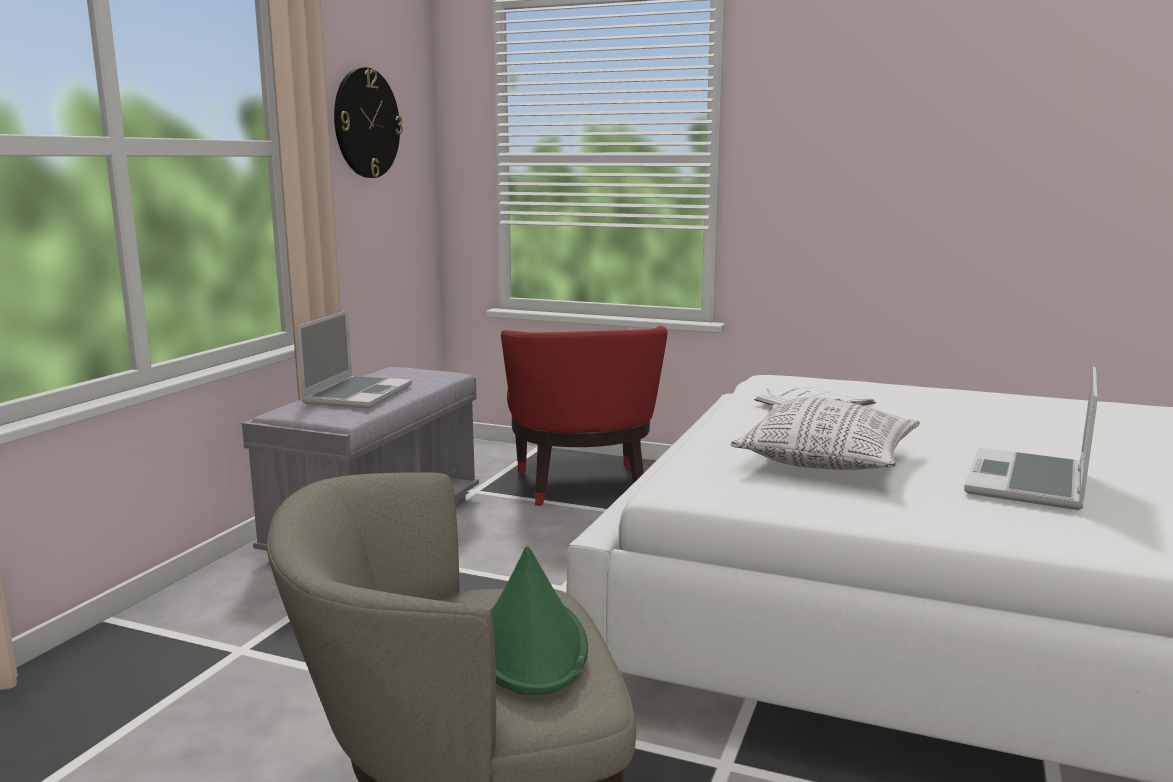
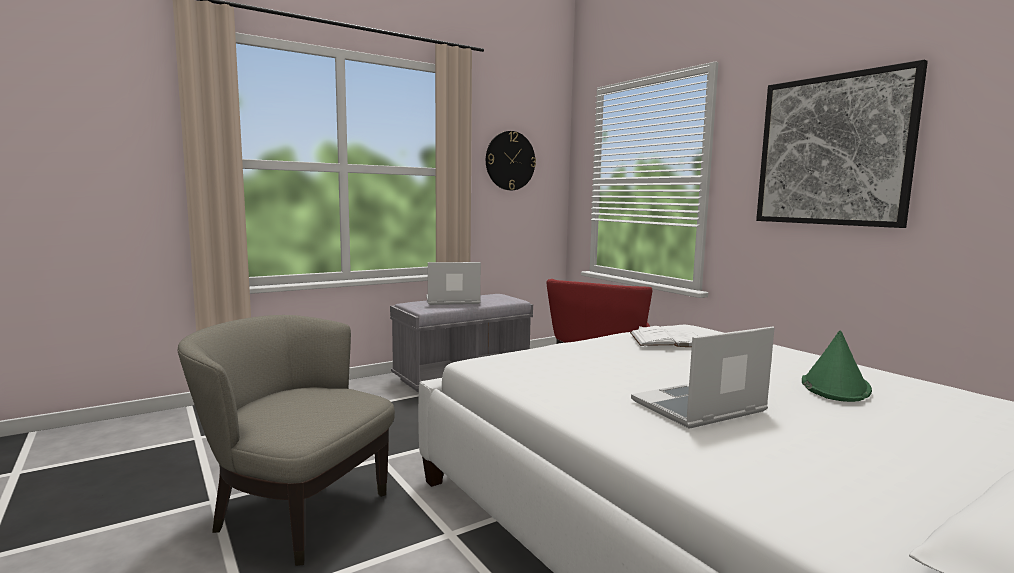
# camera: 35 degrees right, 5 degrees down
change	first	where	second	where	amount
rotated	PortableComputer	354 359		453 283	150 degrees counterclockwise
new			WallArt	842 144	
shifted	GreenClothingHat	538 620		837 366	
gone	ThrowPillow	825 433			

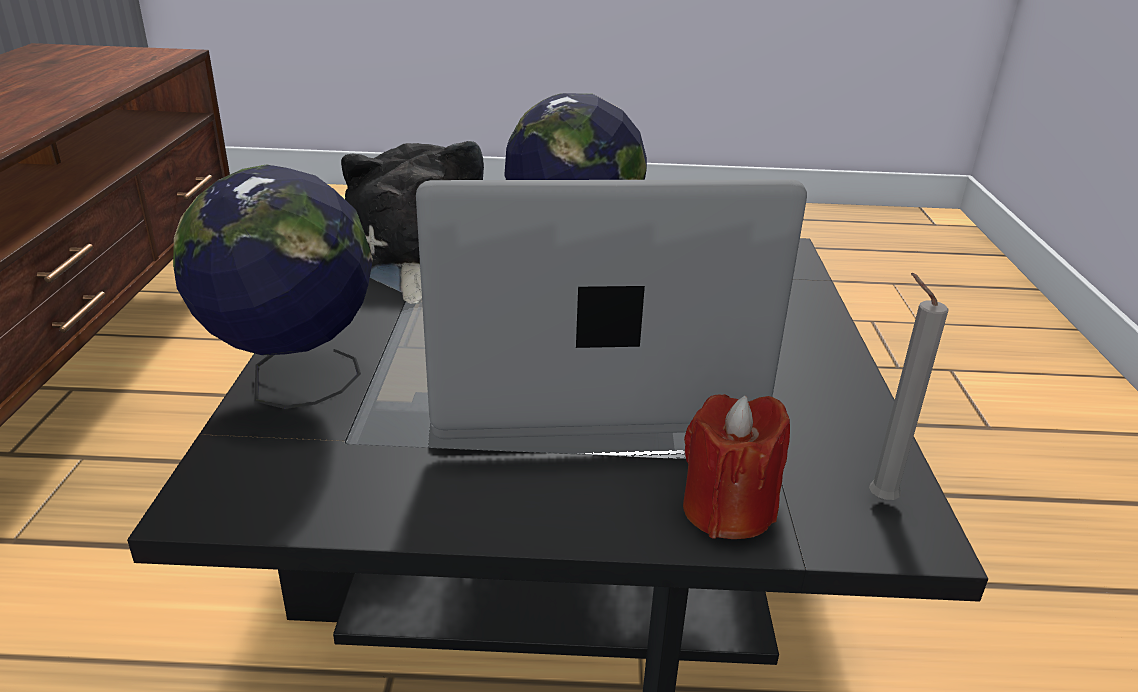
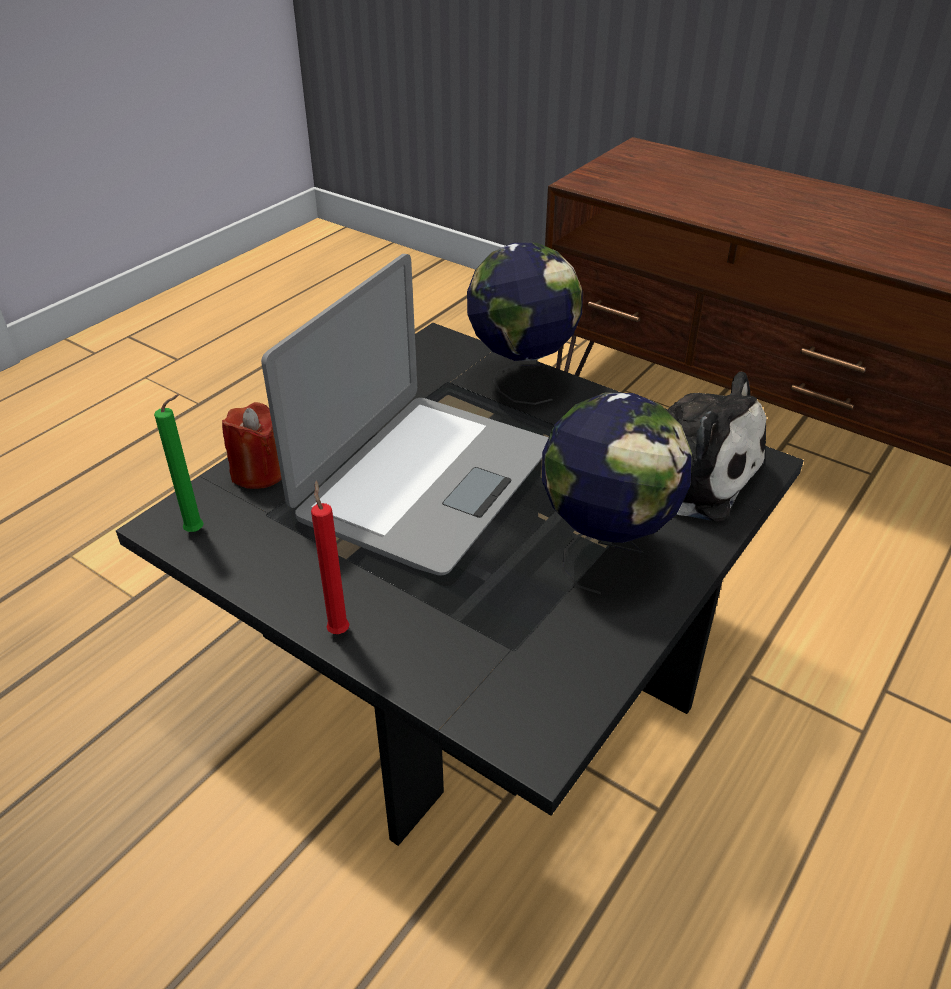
# camera: 125 degrees right, 10 degrees up
change	first	where	second	where	amount
repainted	GrayWaxCandle	909 387	GreenWaxCandle	179 463	
new			ReddishWaxCandle	330 557	

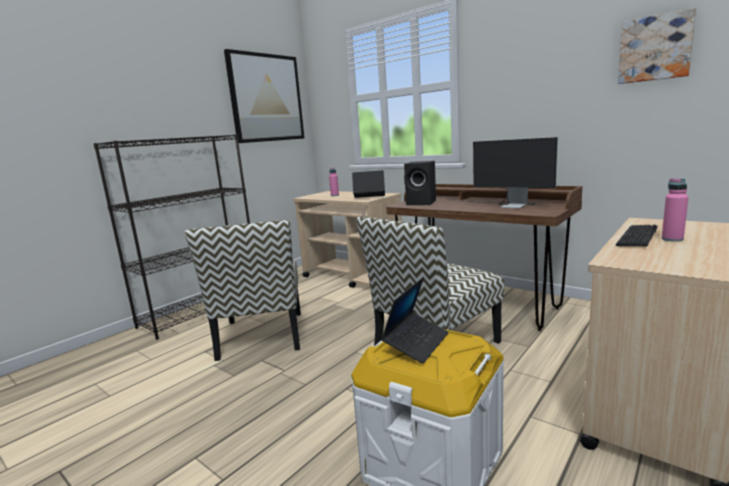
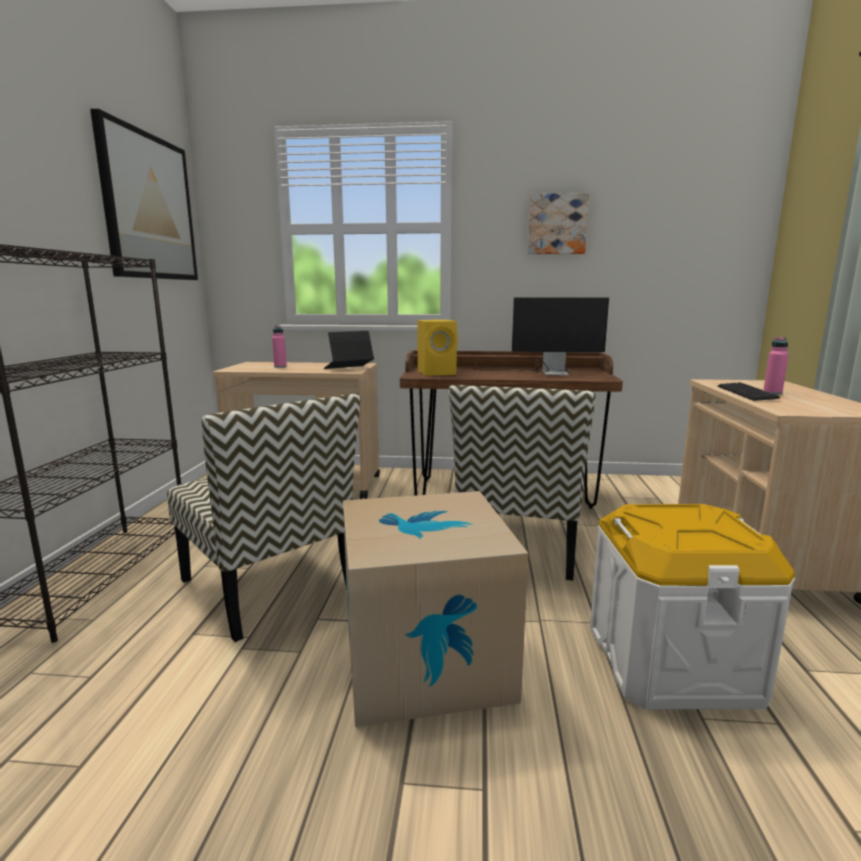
# camera: 35 degrees left, 0 degrees up
change	first	where	second	where	amount
new			CardboardBox	435 609	
repainted	BlackishSpeaker	420 183	YellowishSpeaker	437 348	
shifted	WallArt	657 46		558 223	
gone	PortableComputer	415 321			

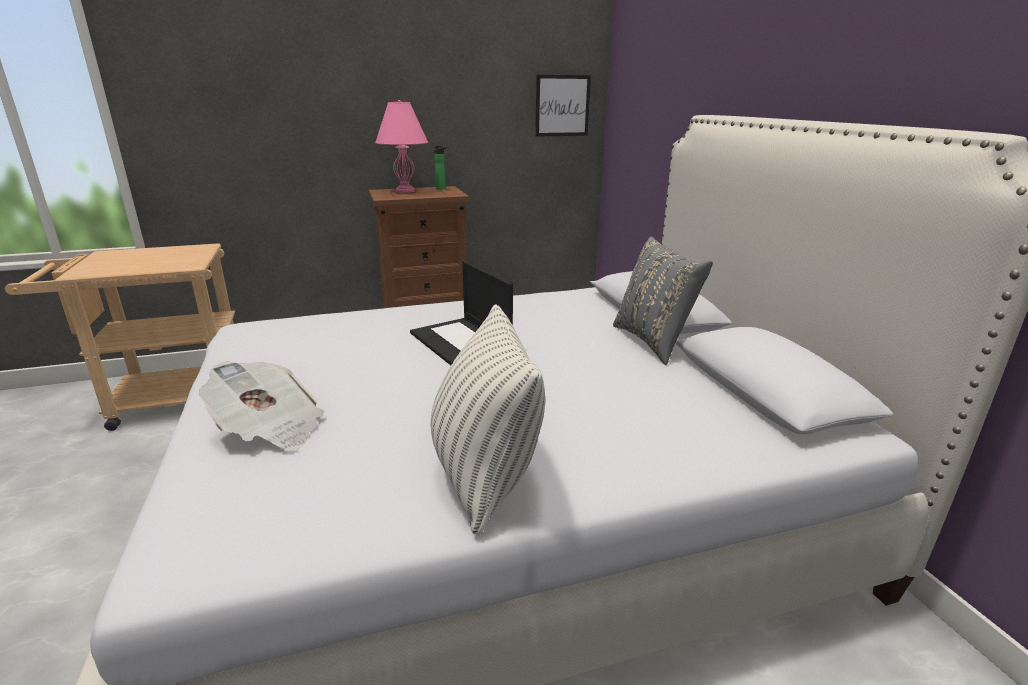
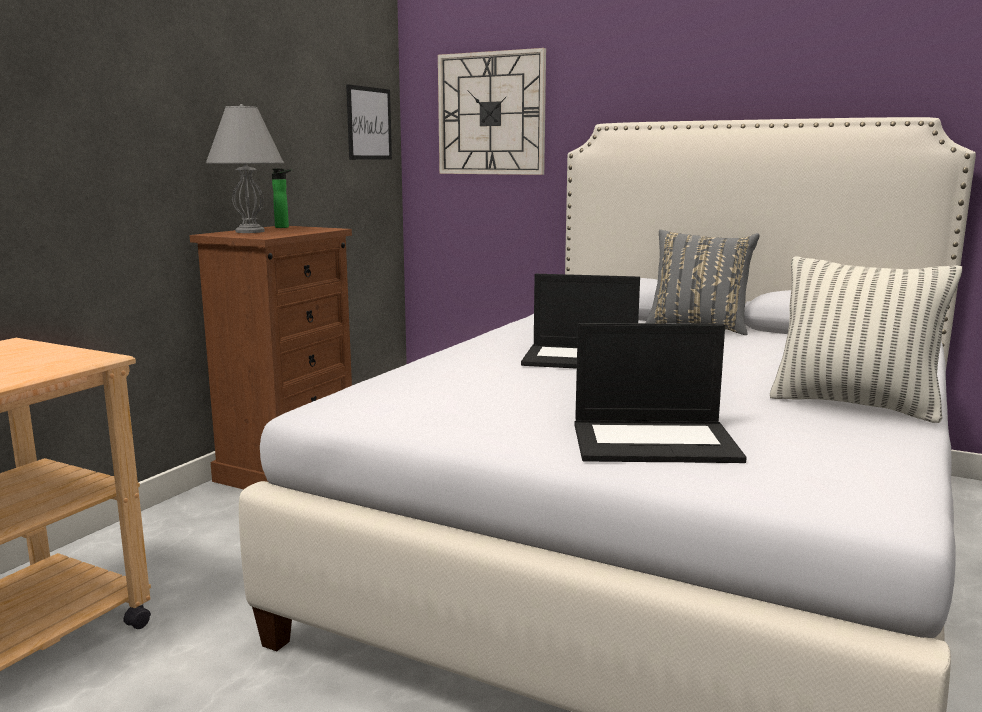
# camera: 45 degrees left, 10 degrees down
change	first	where	second	where	amount
repainted	PinkColouredLampForATable	401 146	GrayLampForATable	245 168	
new			WallClock	492 111	
swapped	PrintedPaper	261 406	PortableComputer	660 393	

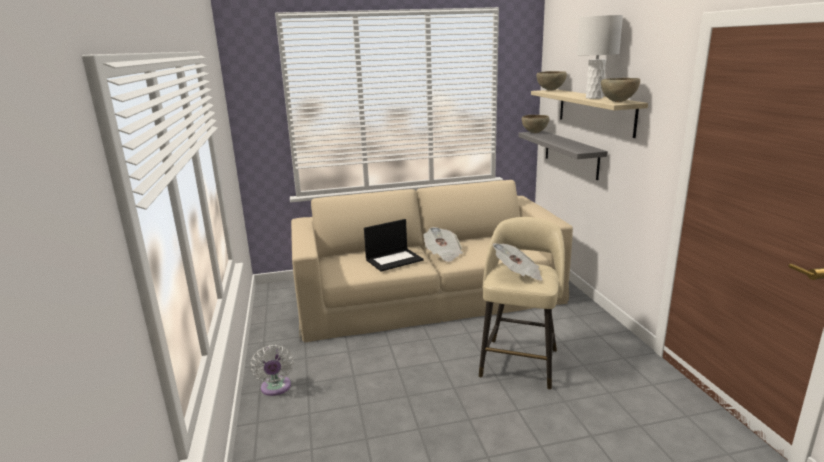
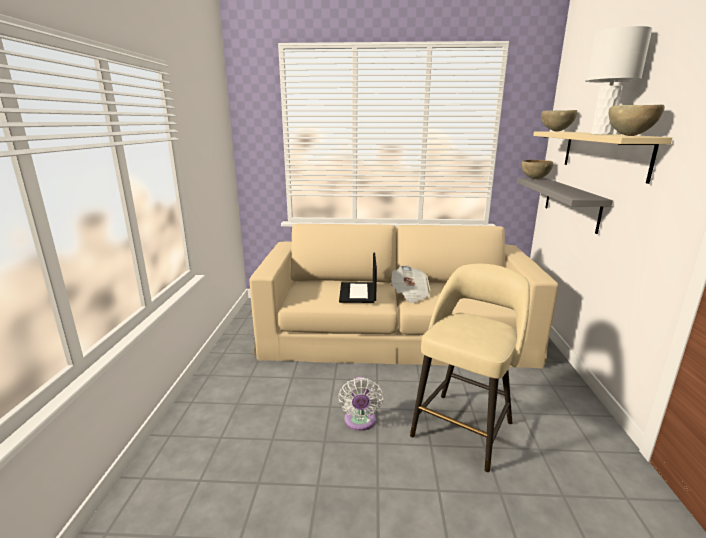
# camera: 15 degrees right, 0 degrees up
change	first	where	second	where	amount
shifted	WhitishElectricFan	272 370		360 404	
rotated	PortableComputer	394 245		358 278	105 degrees clockwise
gone	PrintedPaper	518 262			

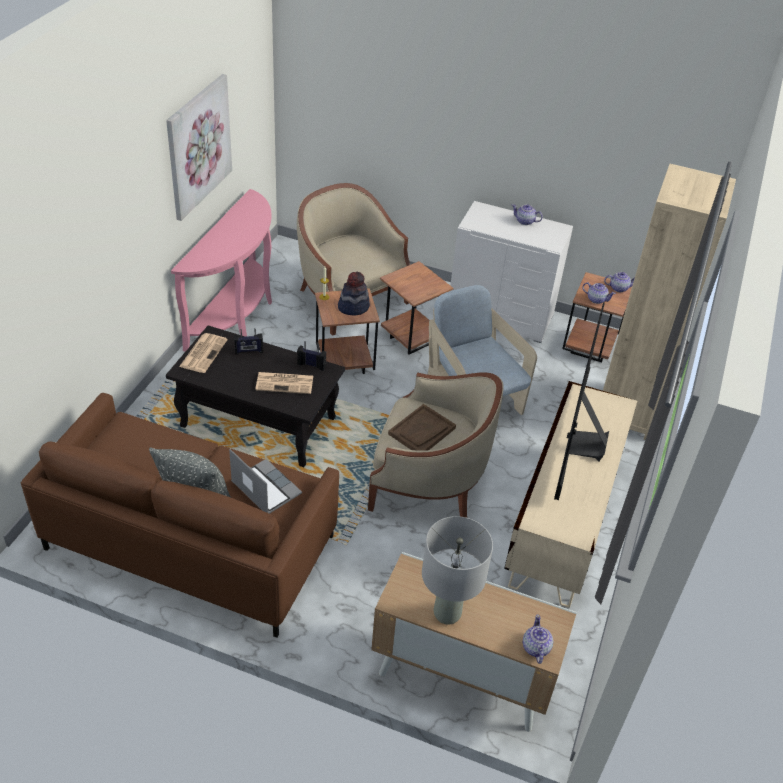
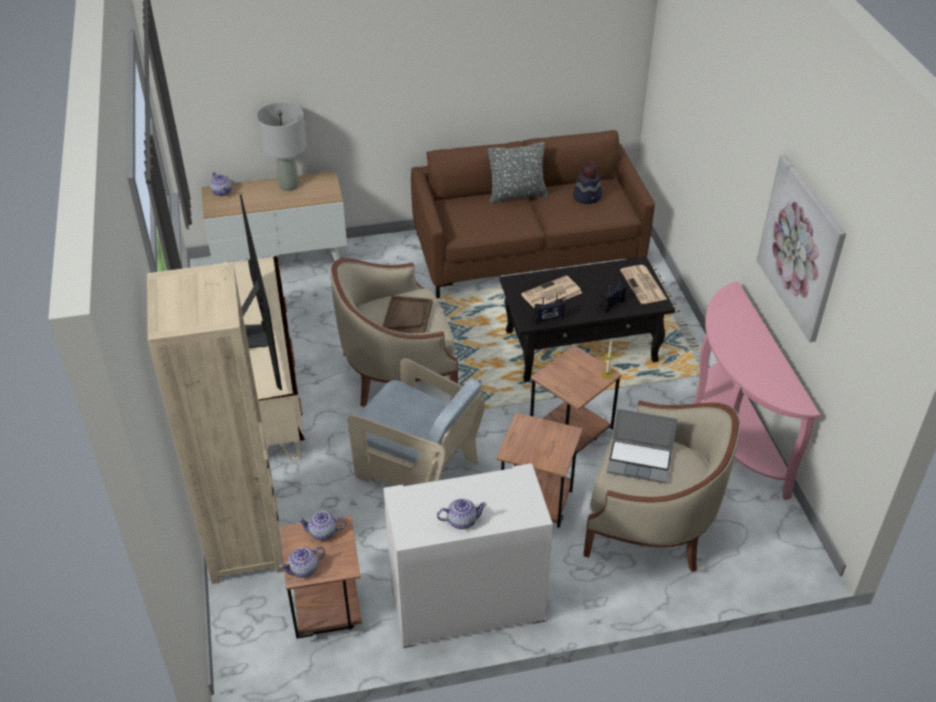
# camera: 150 degrees right, 0 degrees up
change	first	where	second	where	amount
shifted	ClothingHat	354 294		587 182	
shifted	PortableComputer	265 481		642 446	

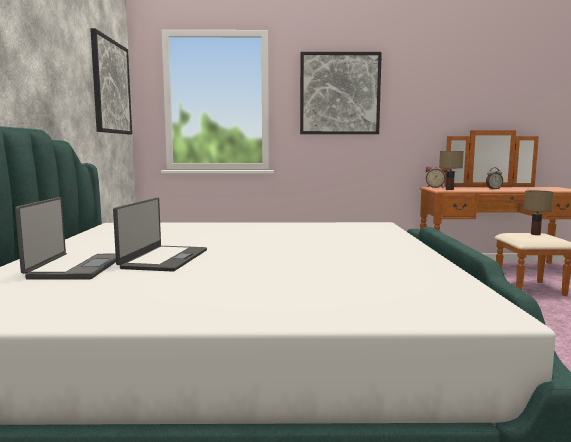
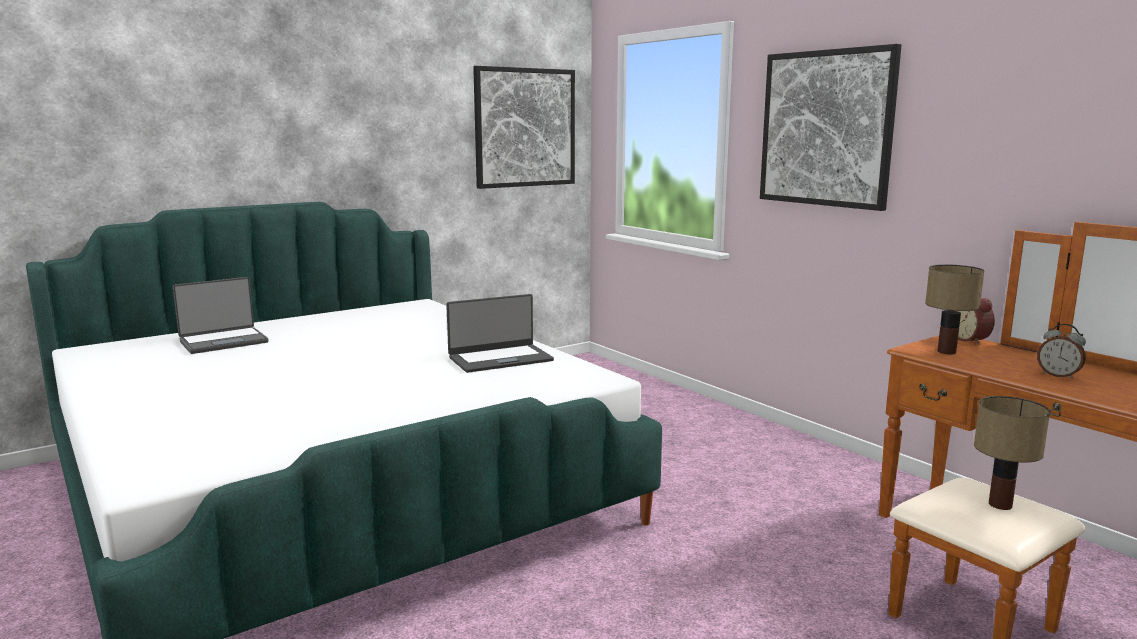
# camera: 55 degrees right, 5 degrees up
change	first	where	second	where	amount
shifted	PortableComputer	160 235		500 333	

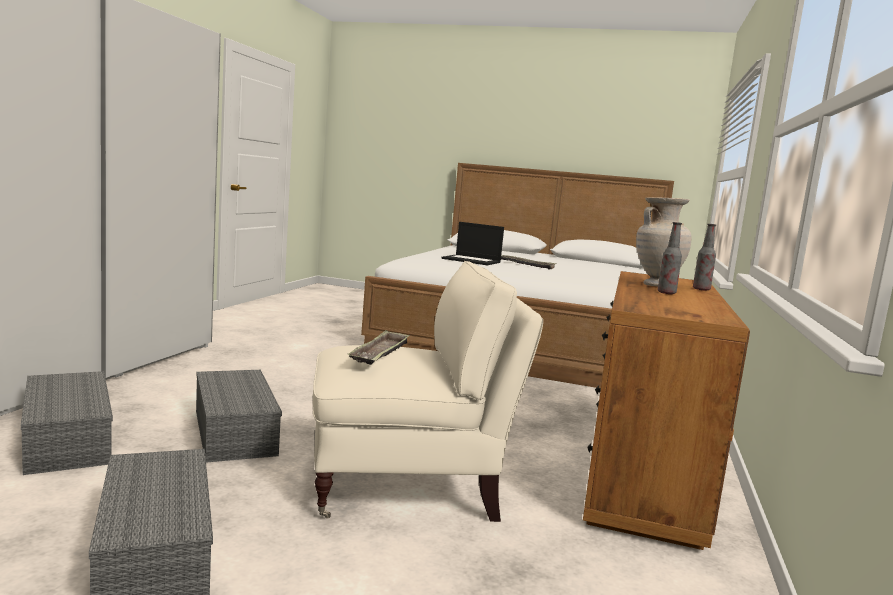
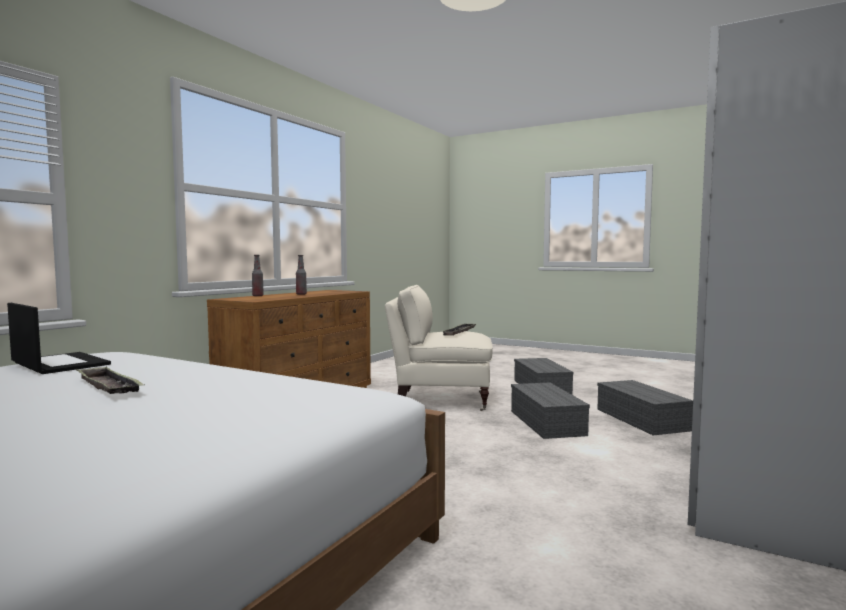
# camera: 165 degrees left, 5 degrees down
change	first	where	second	where	amount
shifted	PortableComputer	472 243		59 338	
gone	BeigeColouredVase	663 241			

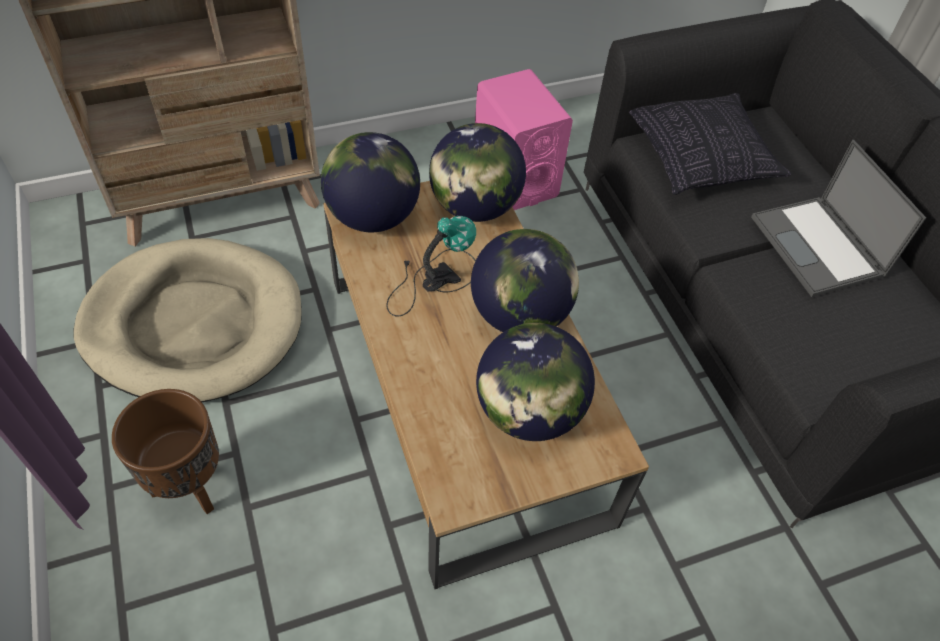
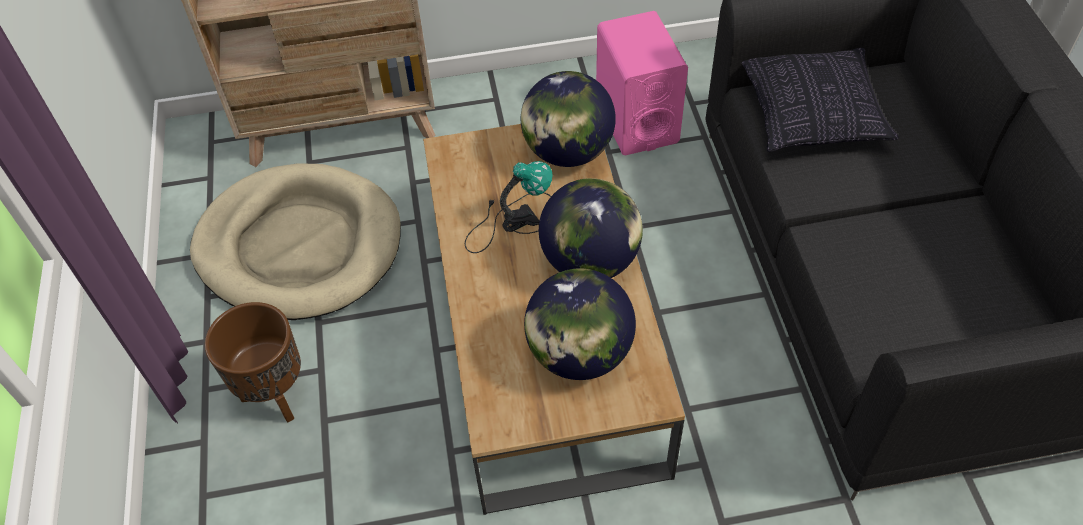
# camera: 15 degrees right, 0 degrees up
change	first	where	second	where	amount
gone	DeskGlobe	370 182			
gone	PortableComputer	838 218			

